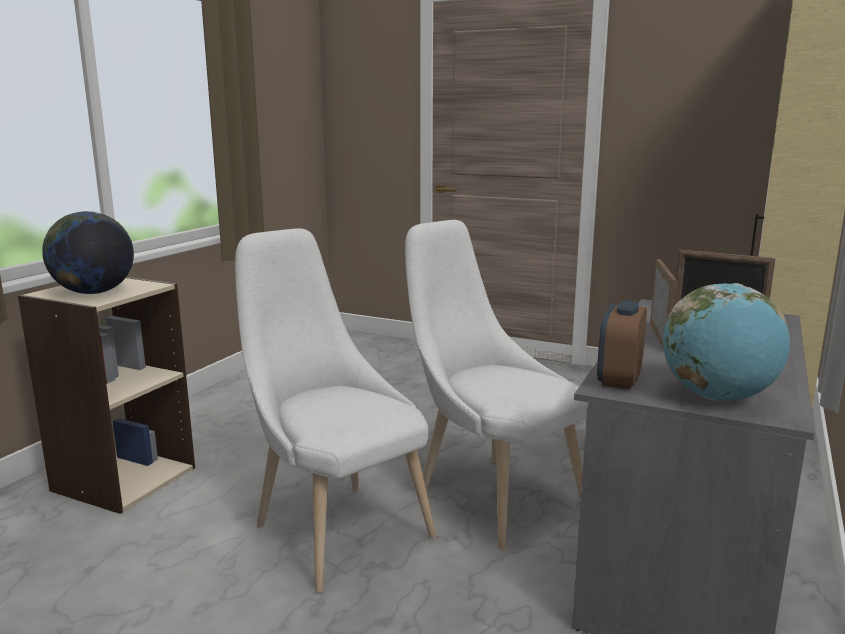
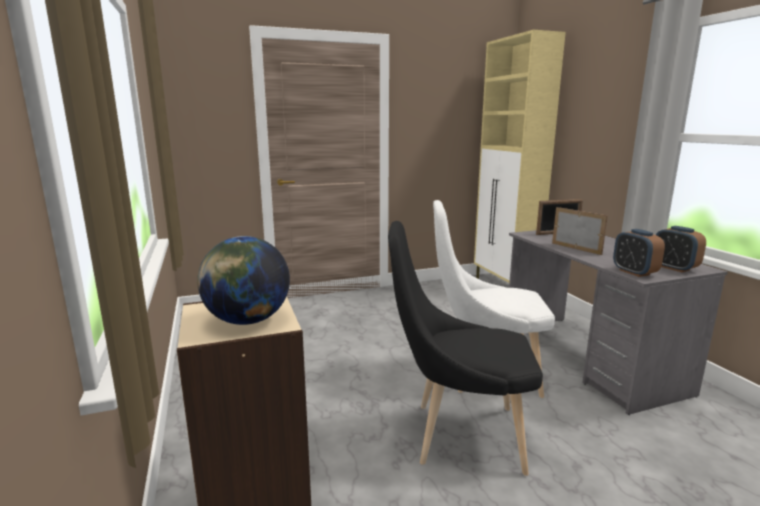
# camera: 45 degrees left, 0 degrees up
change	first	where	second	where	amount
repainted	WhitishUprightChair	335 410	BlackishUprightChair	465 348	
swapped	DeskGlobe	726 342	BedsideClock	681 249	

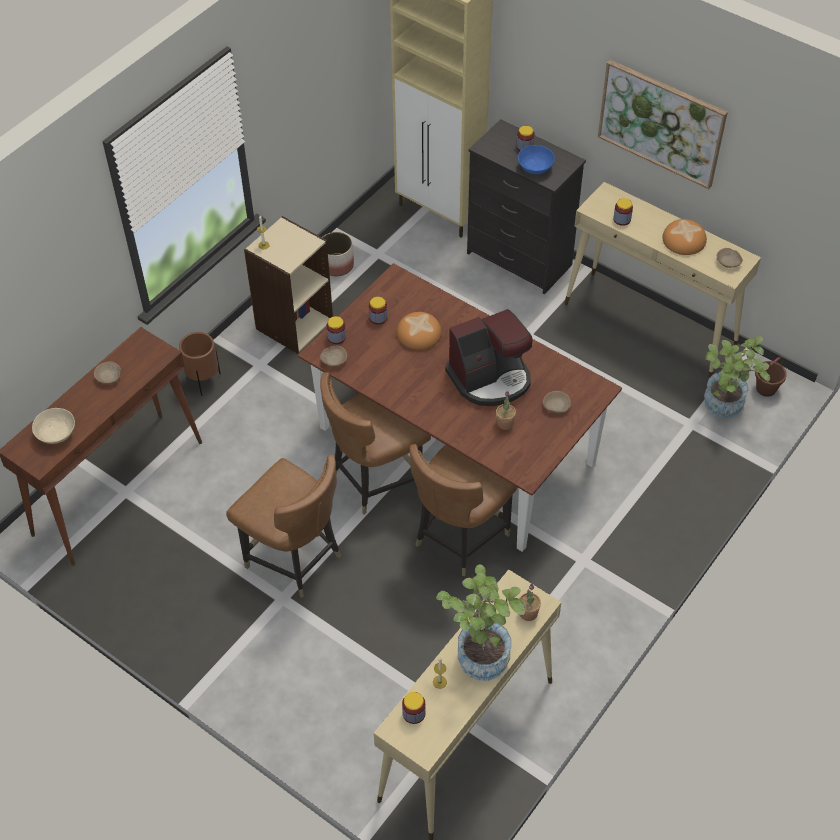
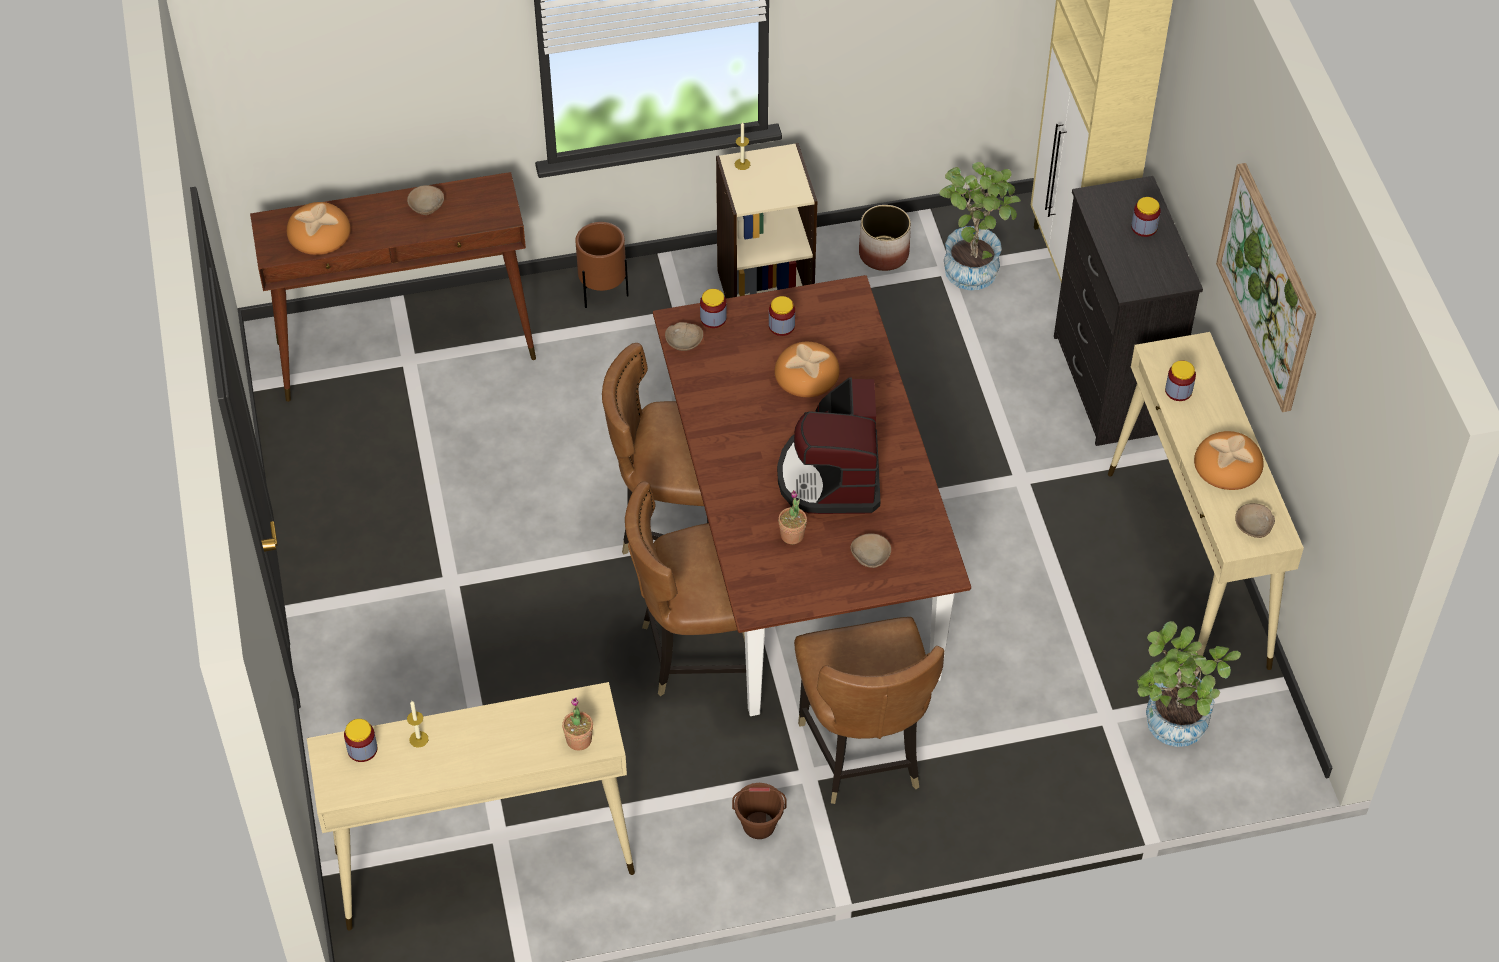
# camera: 40 degrees right, 0 degrees up
change	first	where	second	where	amount
swapped	BeigeColouredBowl	53 426	BakeryBread	319 228	
shifted	BrownishBucket	771 377		759 811	
rotated	CoffeeMaker	488 357		829 445	75 degrees clockwise
shifted	BrownishUprightChair	283 526		869 710	
shifted	PlantInAPot	480 623		980 226	
gone	BluishBowl	536 159			

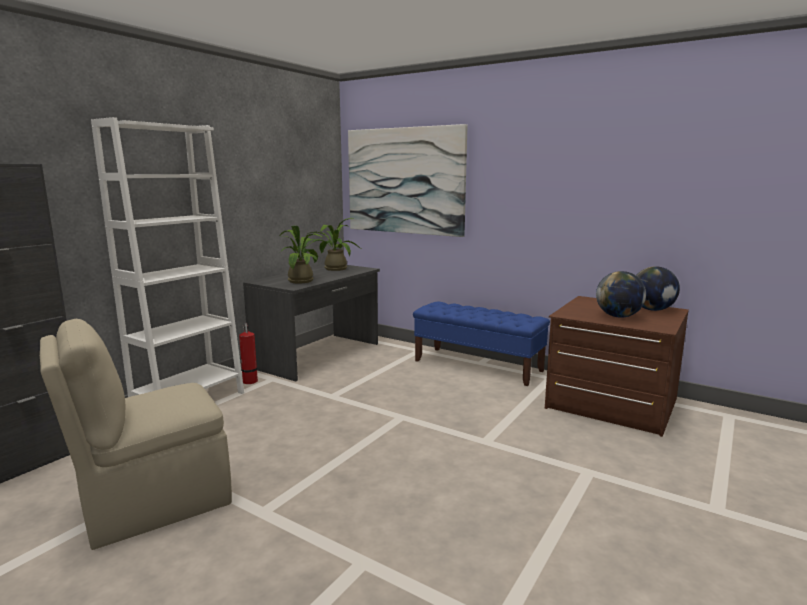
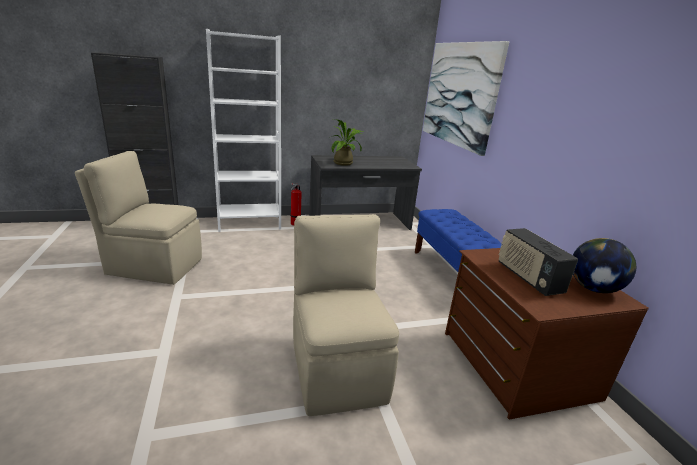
# camera: 40 degrees right, 10 degrees up
change	first	where	second	where	amount
new			BeigeColouredUprightChair	346 315	
swapped	DeskGlobe	621 294	RadioSet	538 262	
gone	PlantInAPot	333 244			

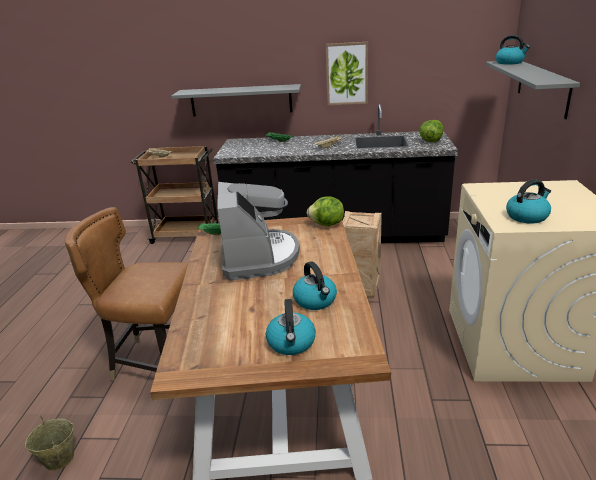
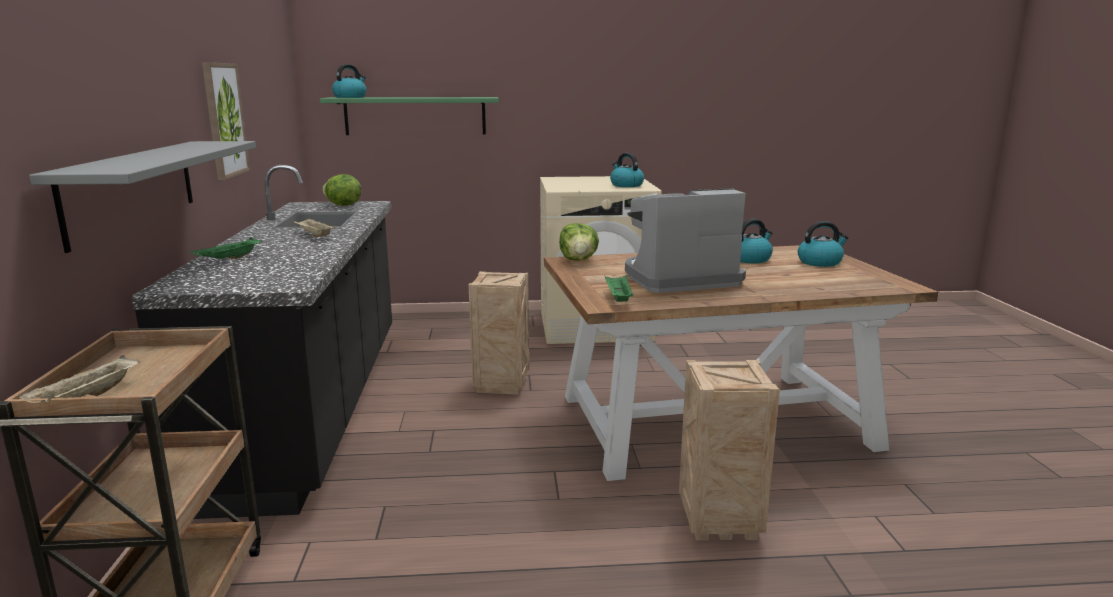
# camera: 100 degrees left, 10 degrees down
change	first	where	second	where	amount
repainted	GrayWallShelf	533 90	GreenWallShelf	409 116	
swapped	BrownishUprightChair	127 294	ShippingCrate	729 450	
gone	BeigeColouredBucket	49 443			

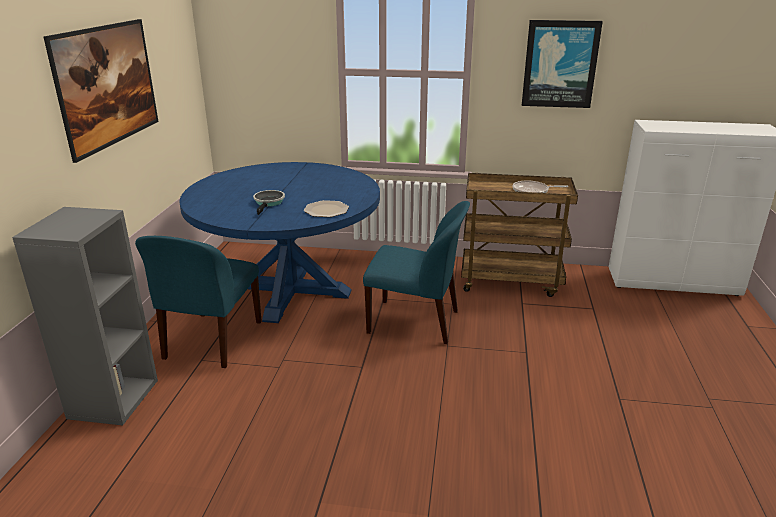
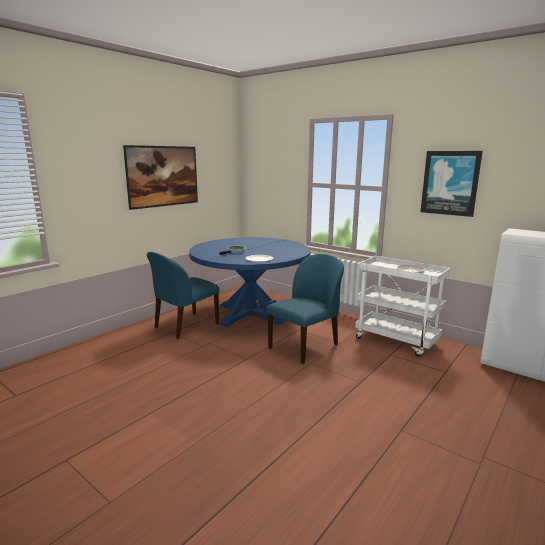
# camera: 30 degrees right, 10 degrees down
change	first	where	second	where	amount
rotated	BluishUprightChair	416 272		305 309	90 degrees counterclockwise
repainted	BrownishWheeledCart	519 235	WhitishWheeledCart	403 306	
gone	GrayBookshelf	85 316			

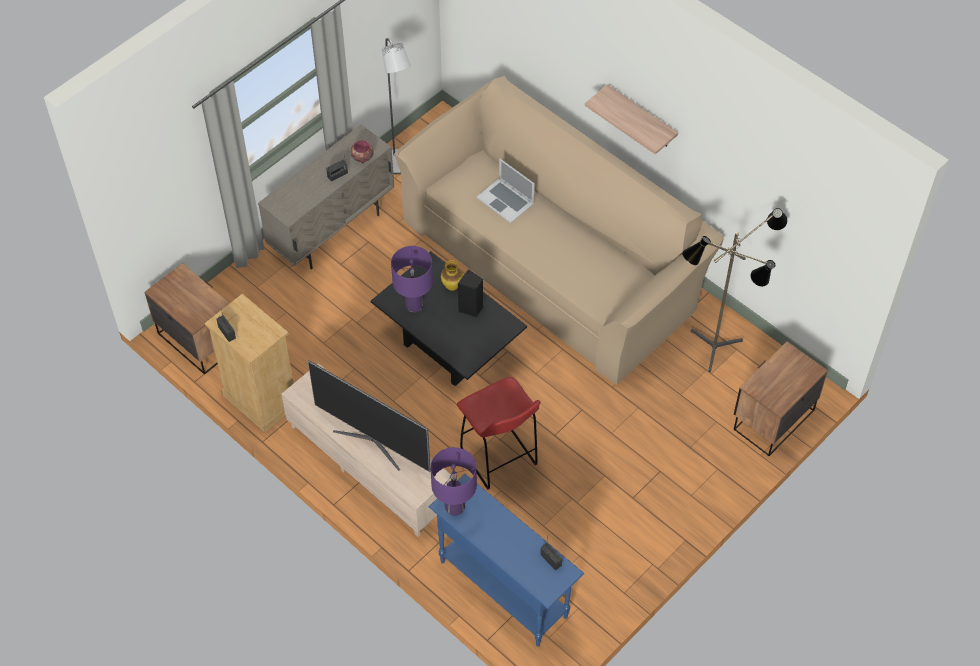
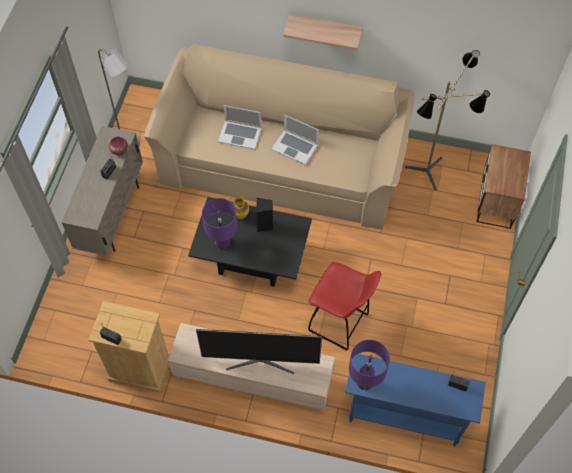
# camera: 30 degrees left, 5 degrees up
change	first	where	second	where	amount
new			PortableComputer	295 140	
gone	BedsideTable	187 319			

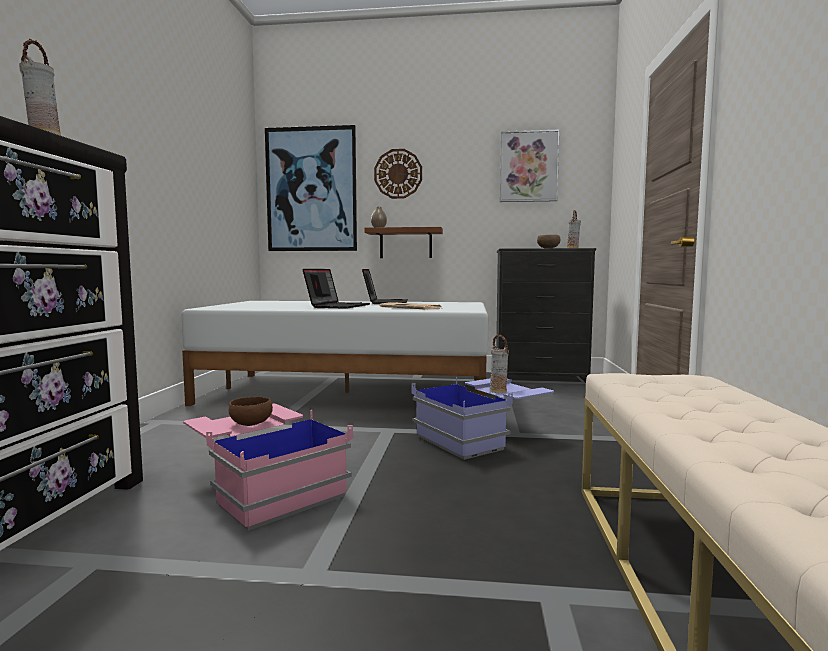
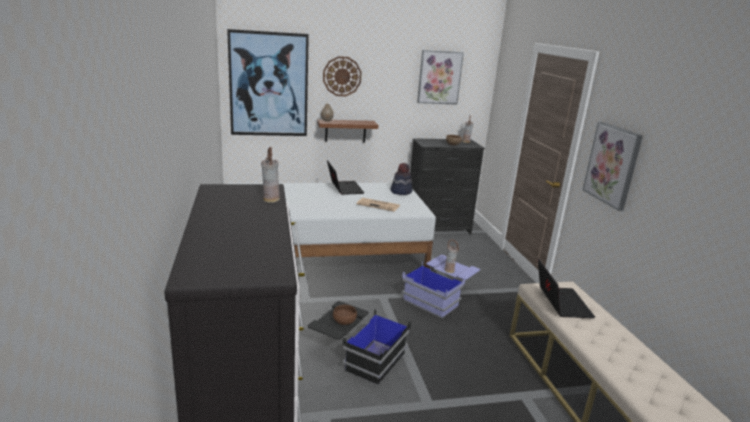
# camera: 20 degrees left, 15 degrees up
change	first	where	second	where	amount
repainted	PinkColouredStorageBin	268 467	BlackishStorageBin	359 343	
new			ClothingHat	401 179	
shifted	PortableComputer	336 289		566 288	
new			WallArt	613 166	

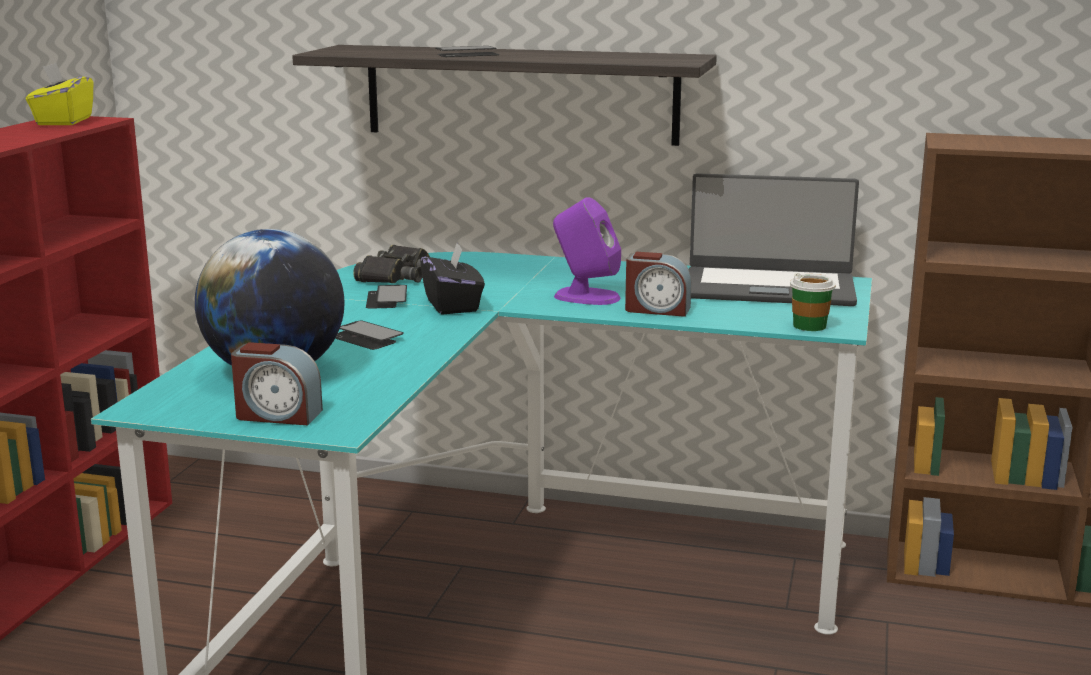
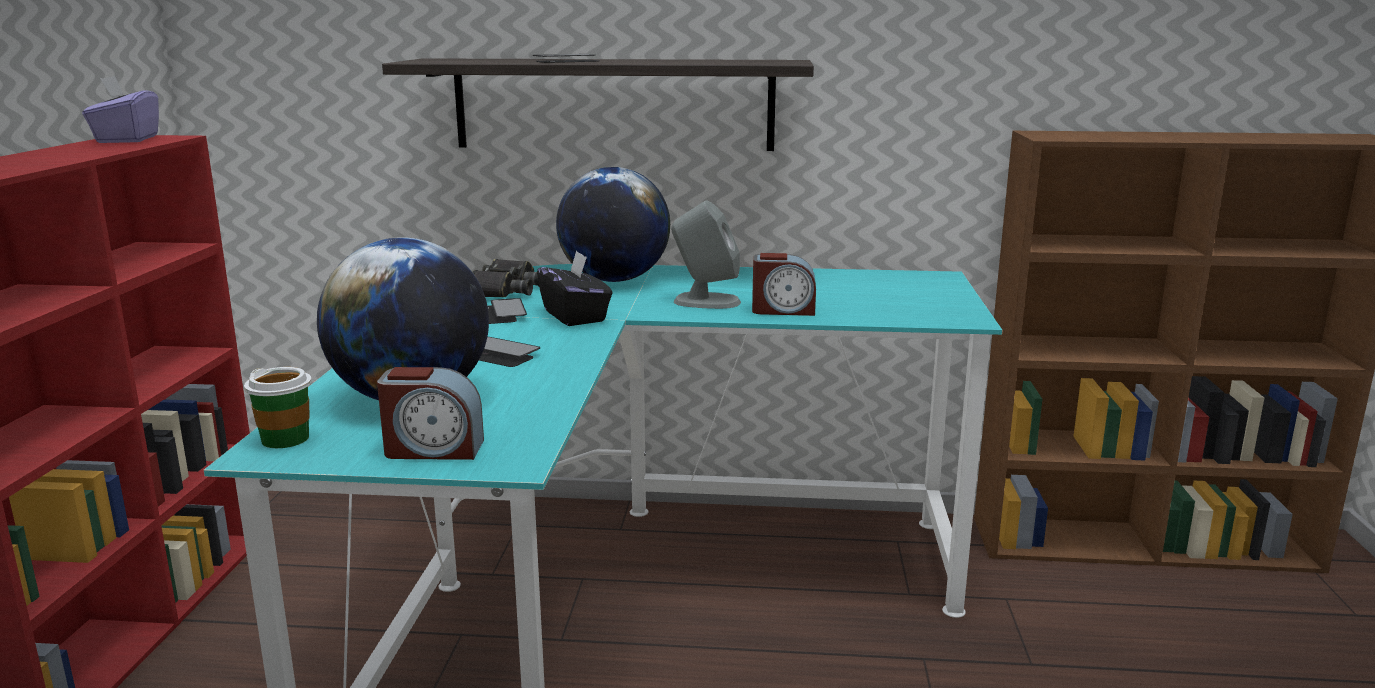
# camera: 10 degrees left, 0 degrees up
change	first	where	second	where	amount
repainted	YellowishBoxOfTissues	59 94	PurpleBoxOfTissues	120 109	
shifted	DrinkingCup	813 302		278 407	
new			DeskGlobe	613 224	
repainted	PurpleSpeaker	587 251	GraySpeaker	706 255	
gone	PortableComputer	774 239			

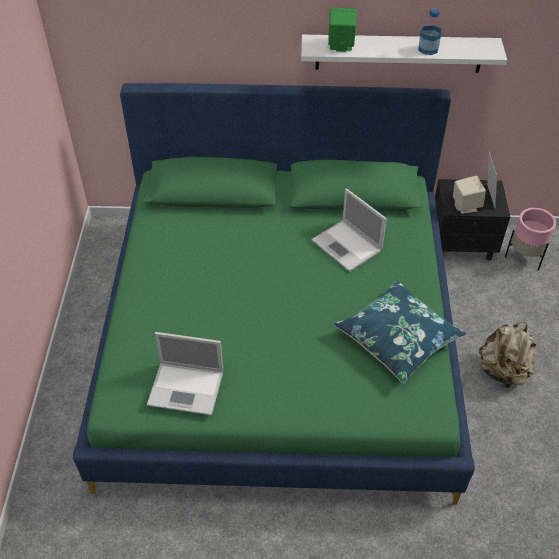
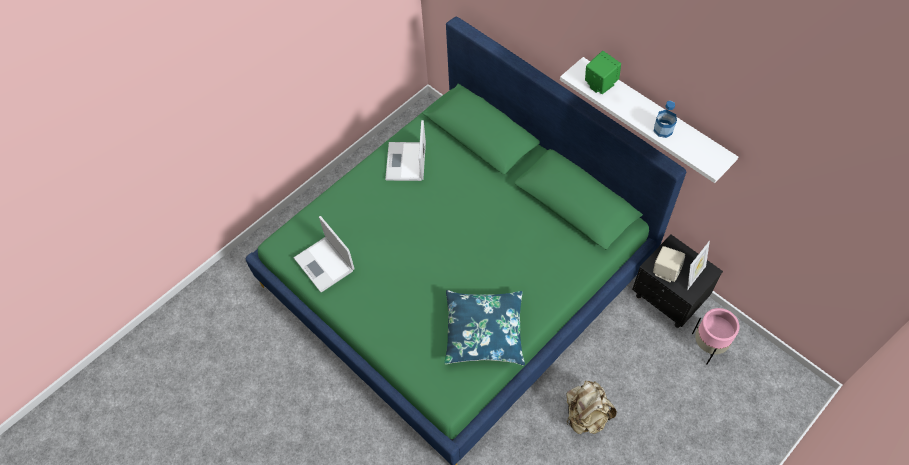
# camera: 45 degrees right, 10 degrees up
change	first	where	second	where	amount
shifted	PortableComputer	349 230		405 150	

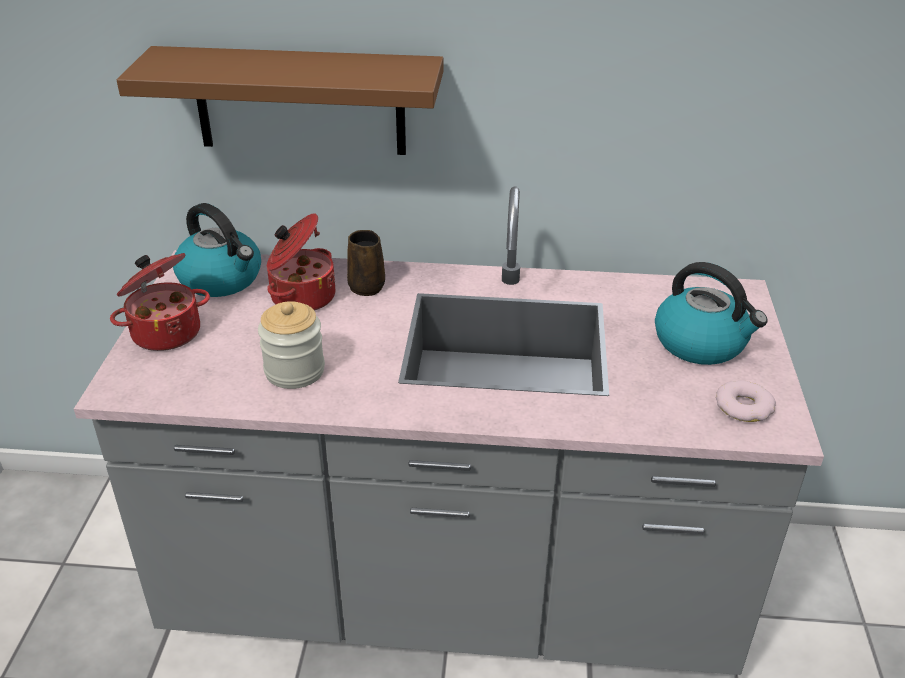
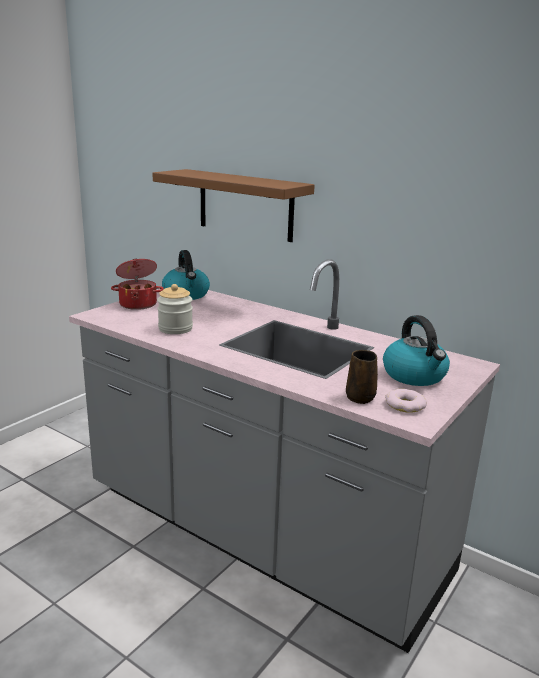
# camera: 30 degrees right, 15 degrees down
change	first	where	second	where	amount
shifted	BrownishMug	366 263		362 377	
gone	CookingPot	301 262			

